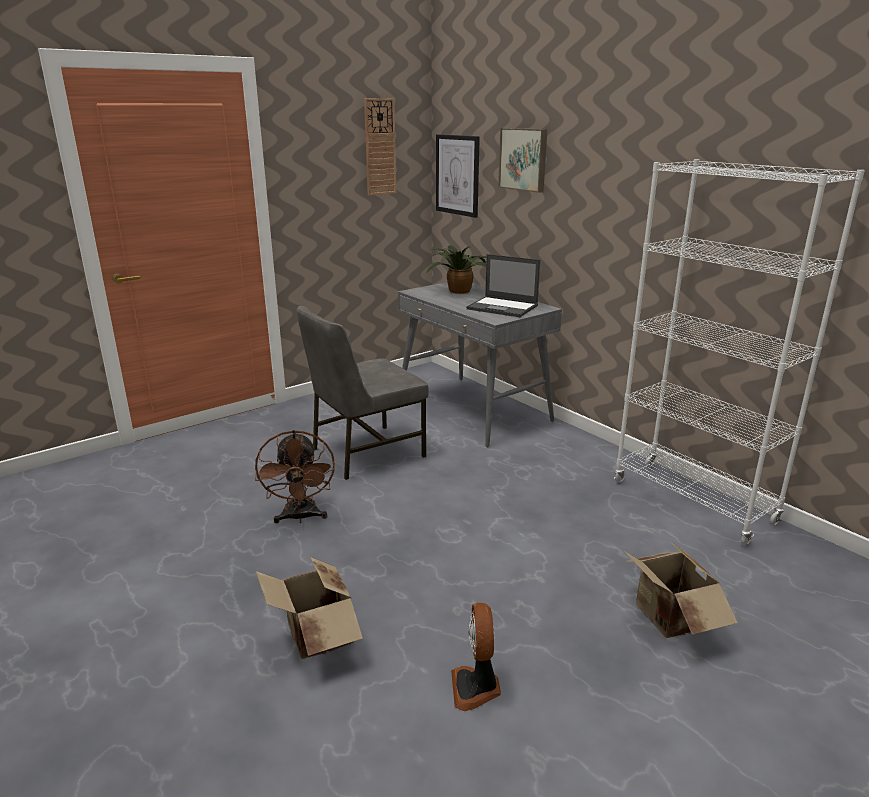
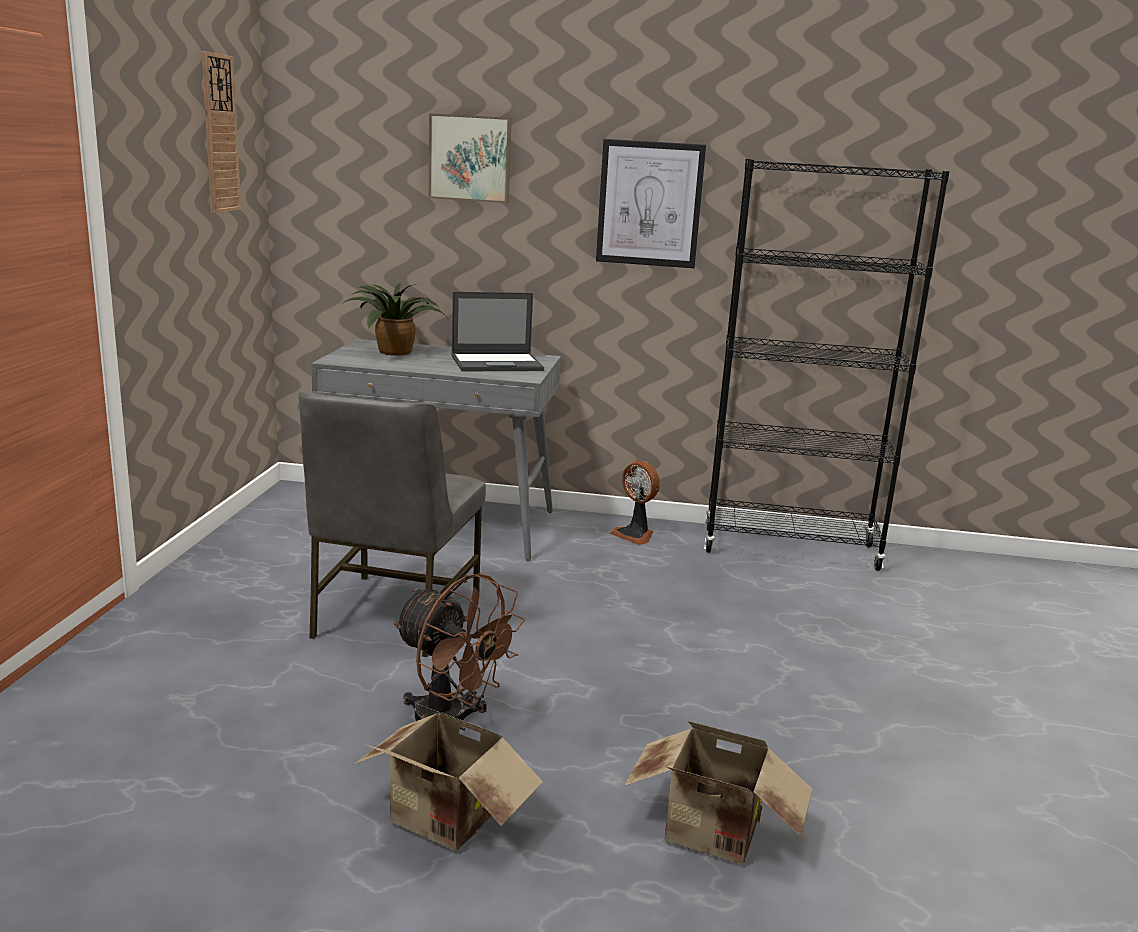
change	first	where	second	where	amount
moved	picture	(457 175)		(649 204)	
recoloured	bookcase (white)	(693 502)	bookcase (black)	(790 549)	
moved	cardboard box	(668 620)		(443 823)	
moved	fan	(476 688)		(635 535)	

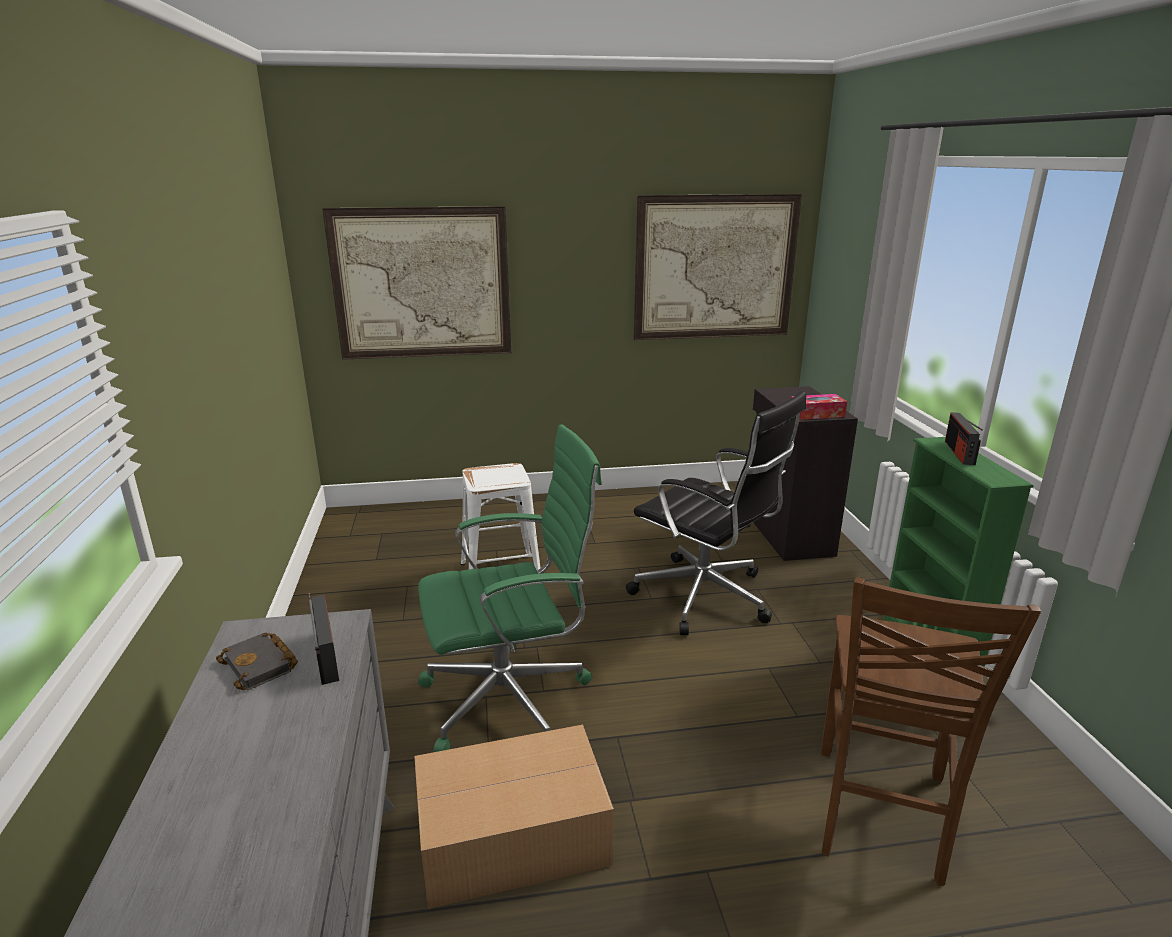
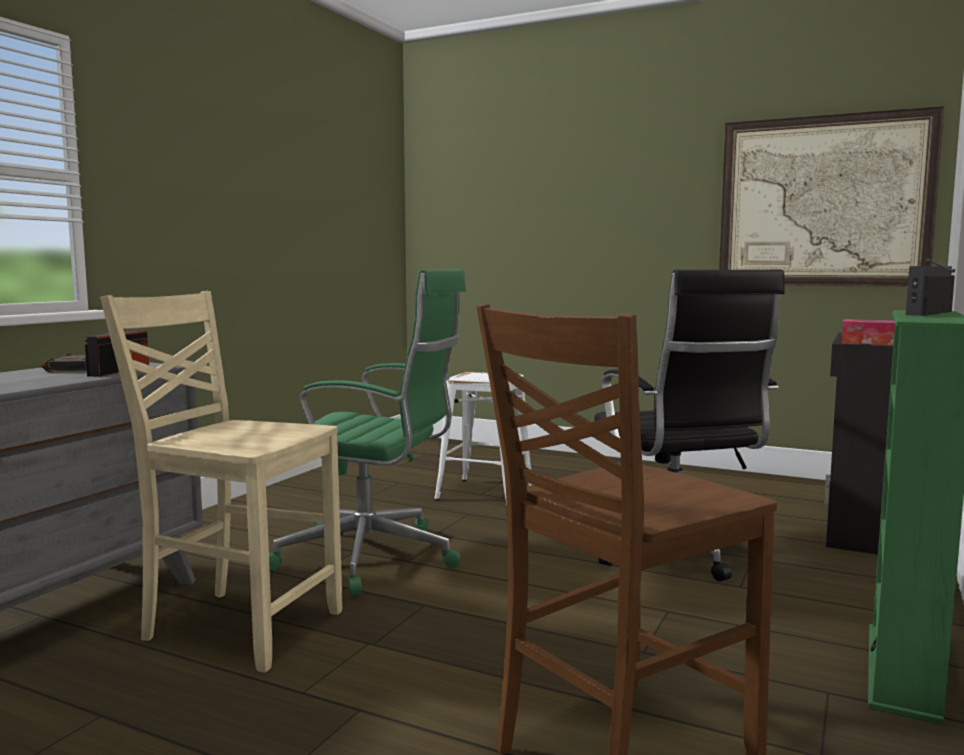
change	first	where	second	where	amount
removed	picture	(422 284)			
replaced	cardboard box	(509 836)	chair (beige)	(240 626)	

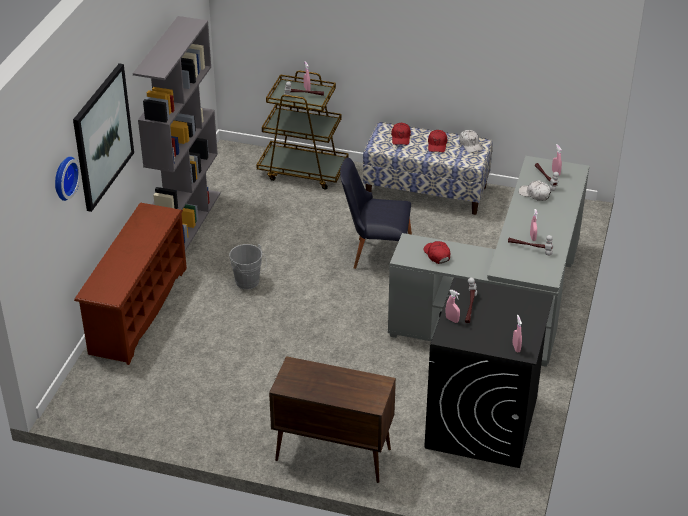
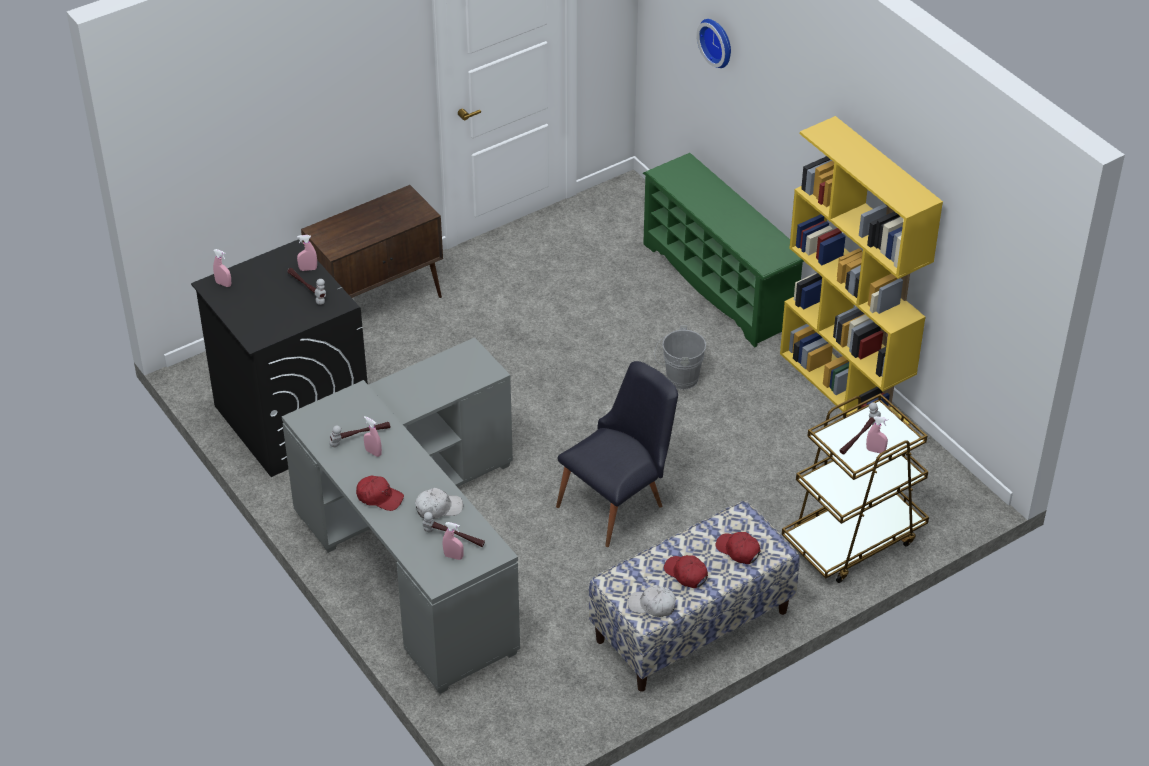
change	first	where	second	where	amount
recoloured	bookcase (grey)	(187 221)	bookcase (yellow)	(844 389)	
removed	picture	(102 136)			
recoloured	shoe rack (brown)	(137 310)	shoe rack (green)	(721 284)	
moved	cap (red)	(437 255)		(379 497)	

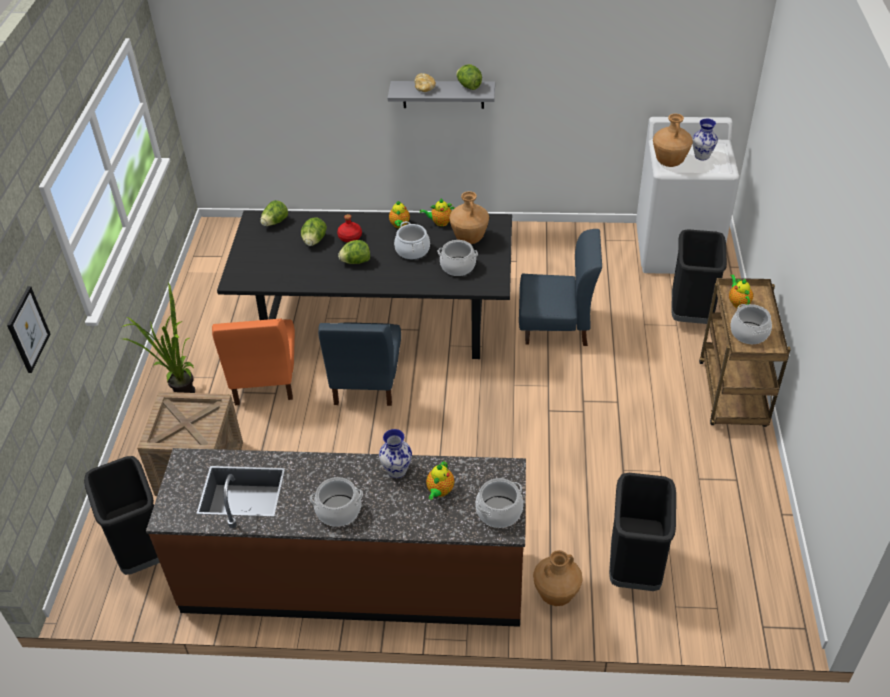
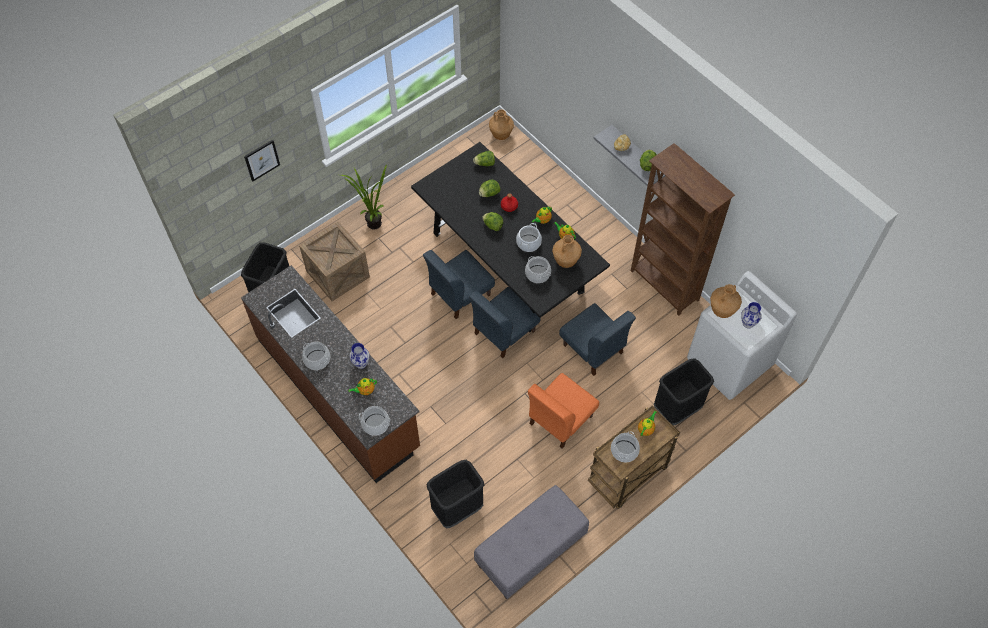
change	first	where	second	where	amount
moved	chair (orange)	(264 379)		(560 420)	
moved	vase (brown)	(555 595)		(501 135)	
added			bookcase (brown)	(664 286)	
added			chair (blue)	(504 332)	
added			bench (grey)	(530 551)	

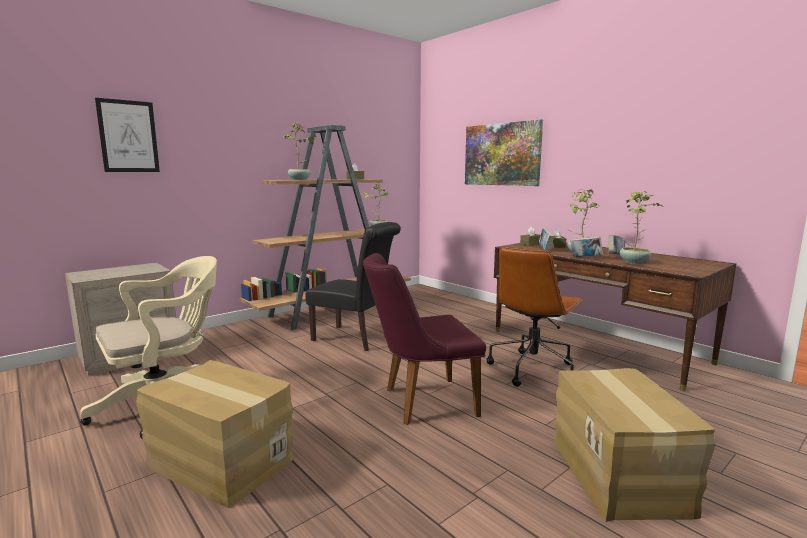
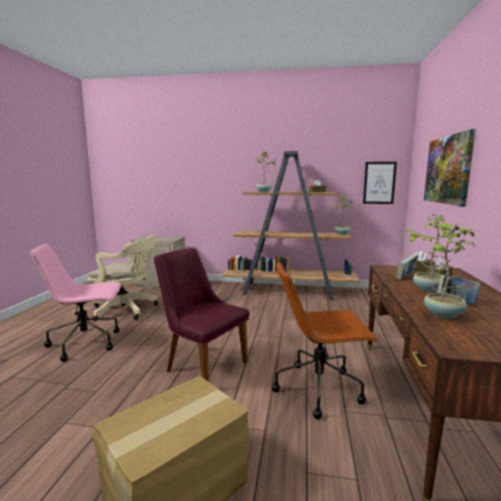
change	first	where	second	where	amount
moved	picture	(128 136)		(379 183)	
removed	chair (black)	(355 339)			
removed	book	(585 258)			
replaced	cardboard box	(220 463)	office chair (pink)	(86 343)	

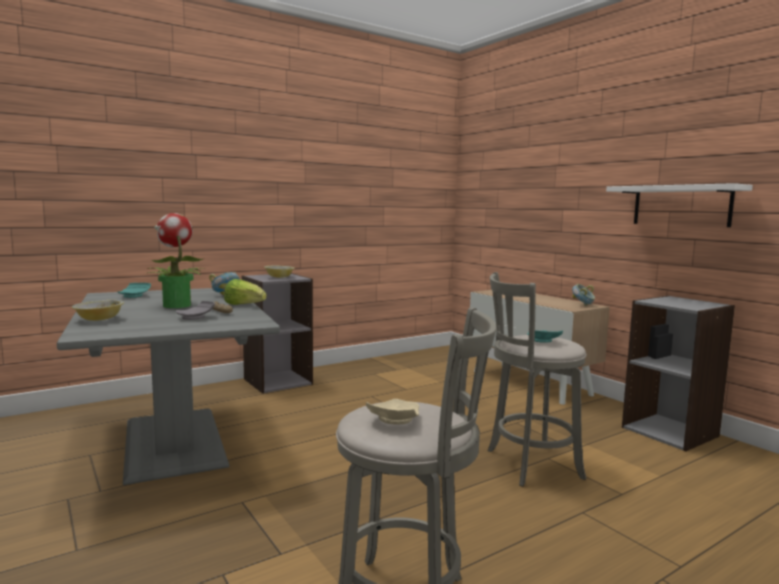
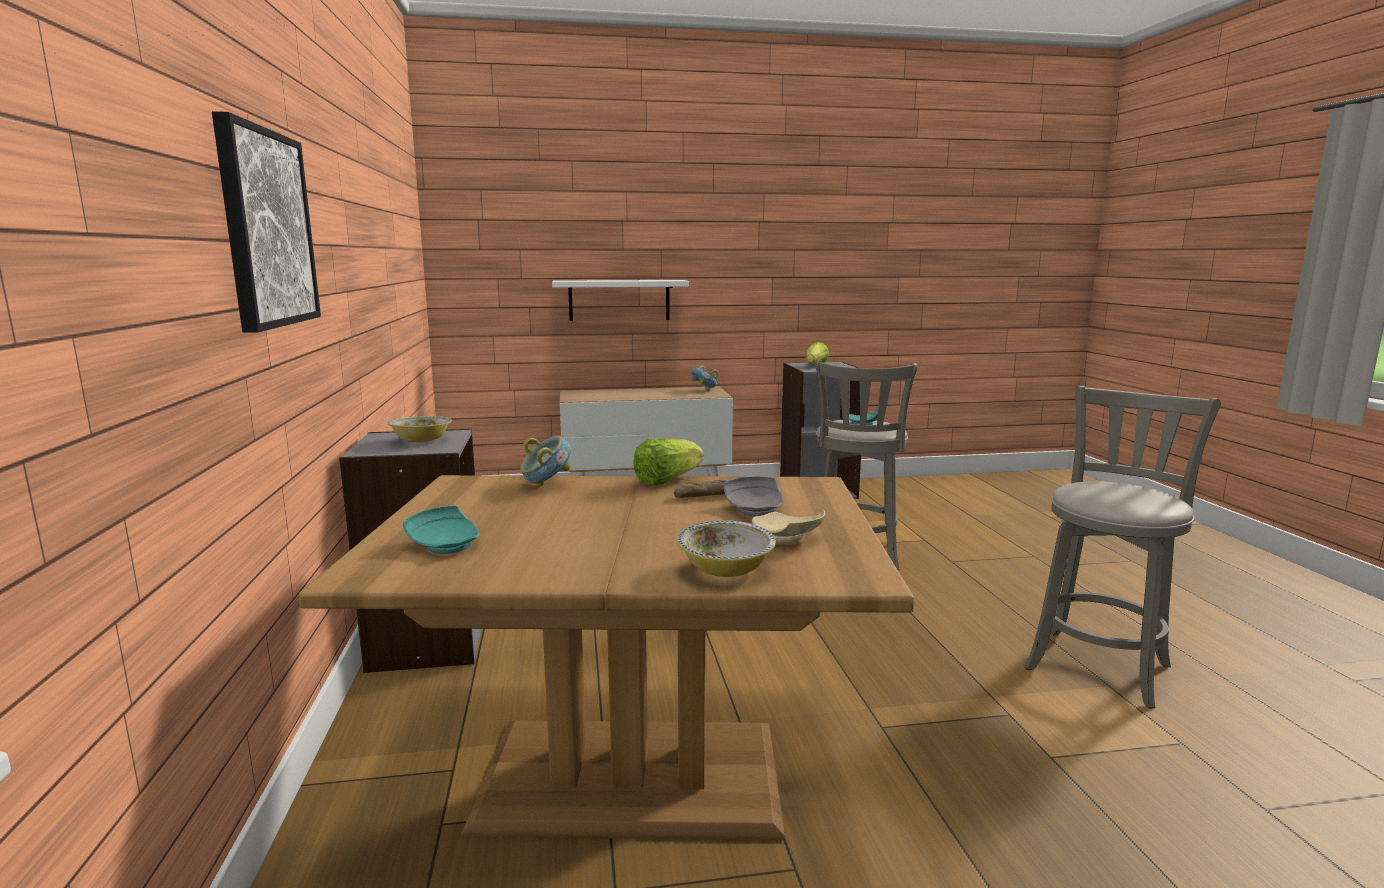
change	first	where	second	where	amount
moved	shelf (white)	(681 205)		(619 300)	
removed	potted plant	(176 305)			
recoloured	dining table (grey)	(176 442)	dining table (brown)	(631 773)	
moved	plate (beige)	(393 420)		(787 537)	
added			picture	(266 229)	
added			lettuce	(815 366)	

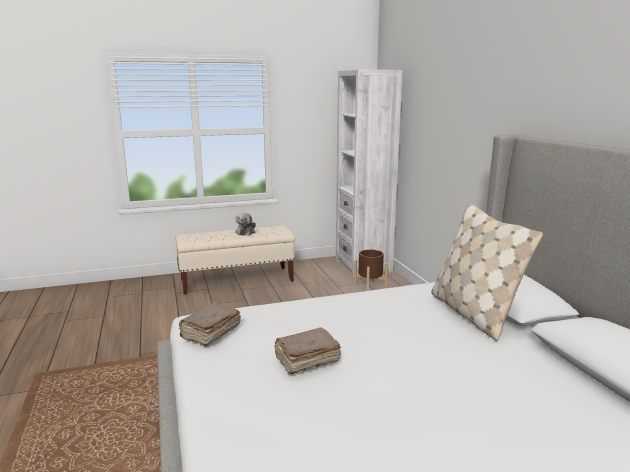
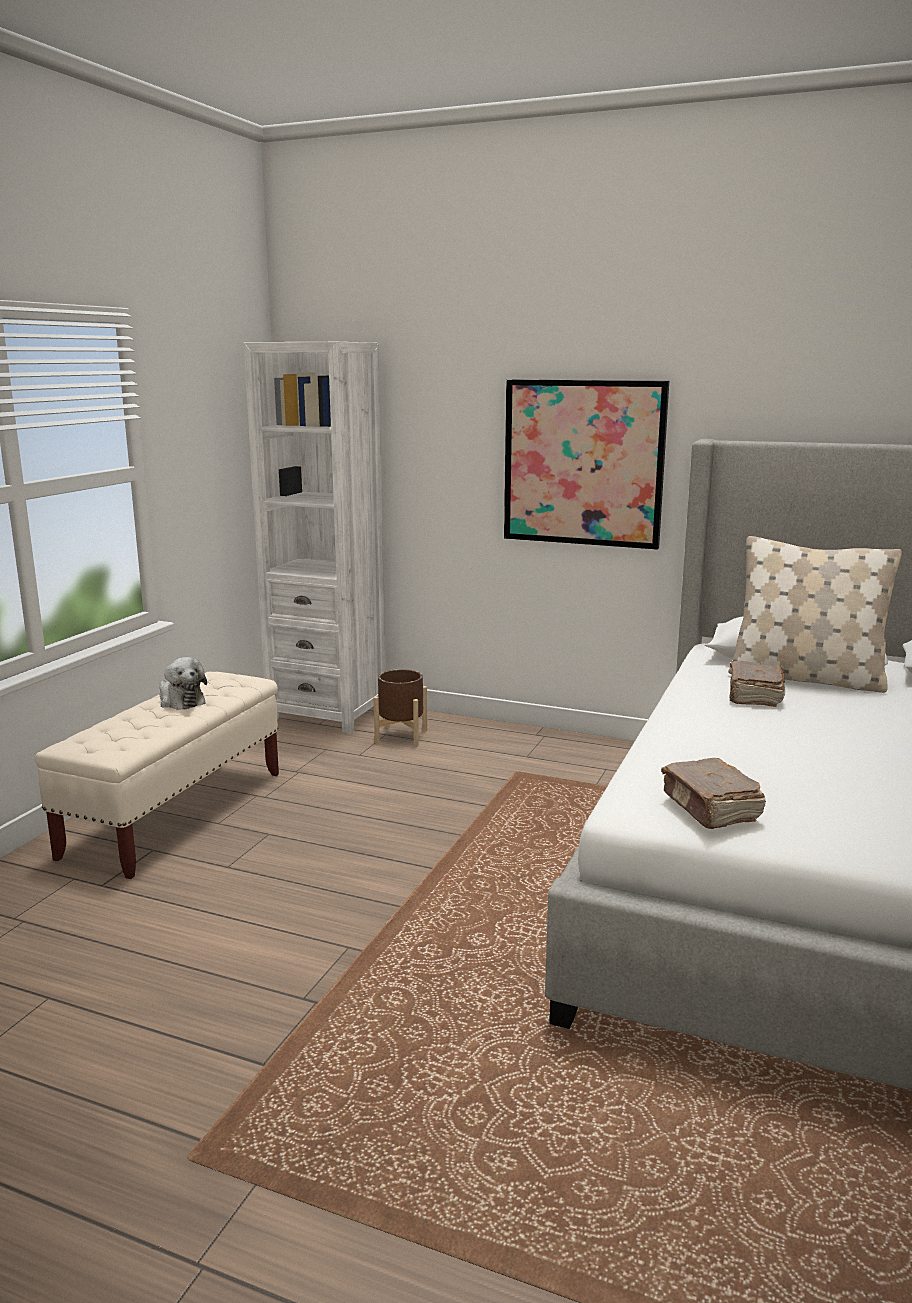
change	first	where	second	where	amount
moved	book (brown)	(306 360)		(754 696)	
added			picture	(583 463)	

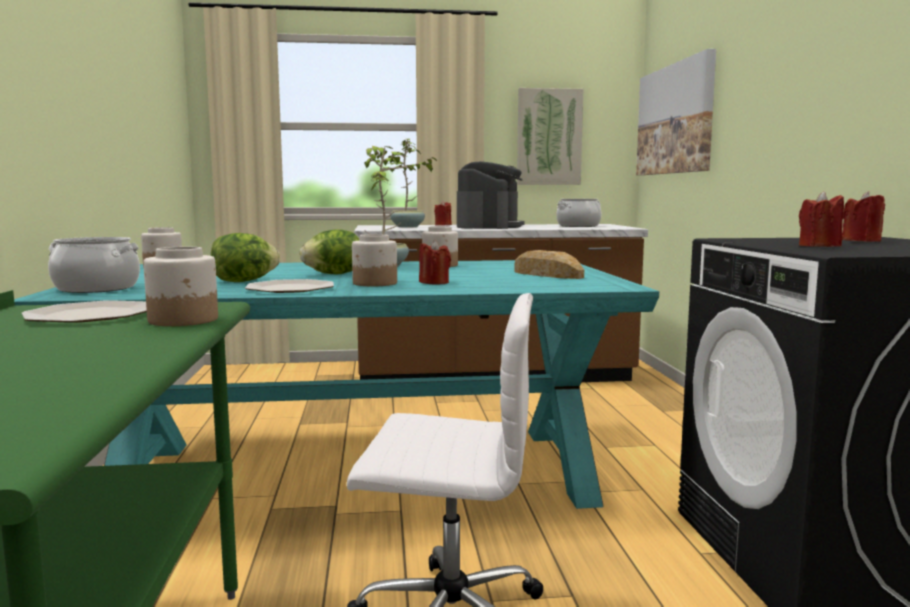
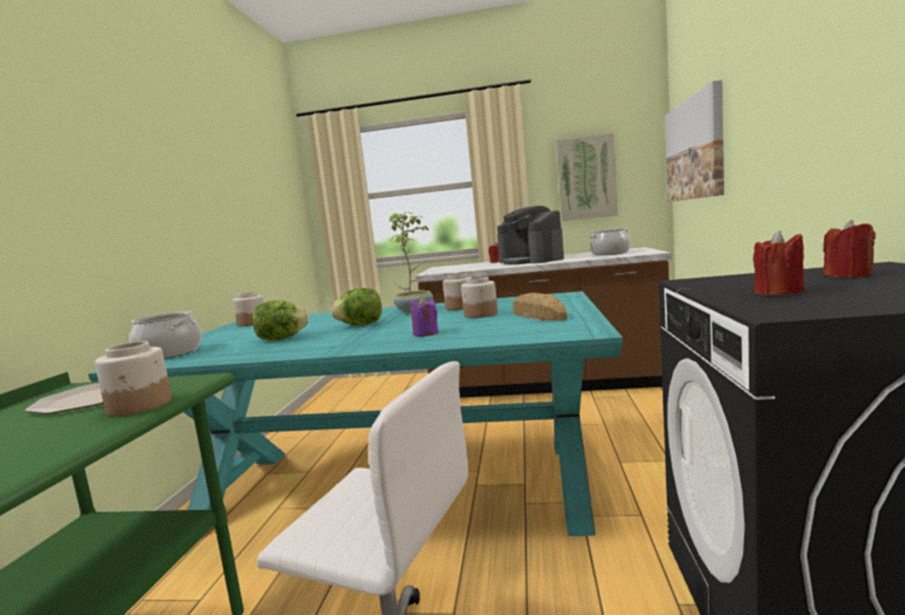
change	first	where	second	where	amount
removed	potted plant	(408 227)			
turned	coffee machine	(489 226)		(531 260)	120 degrees clockwise
moved	jar	(375 283)		(480 314)	
recoloured	candle (red)	(434 282)	candle (purple)	(425 333)	
removed	plate	(290 288)			

